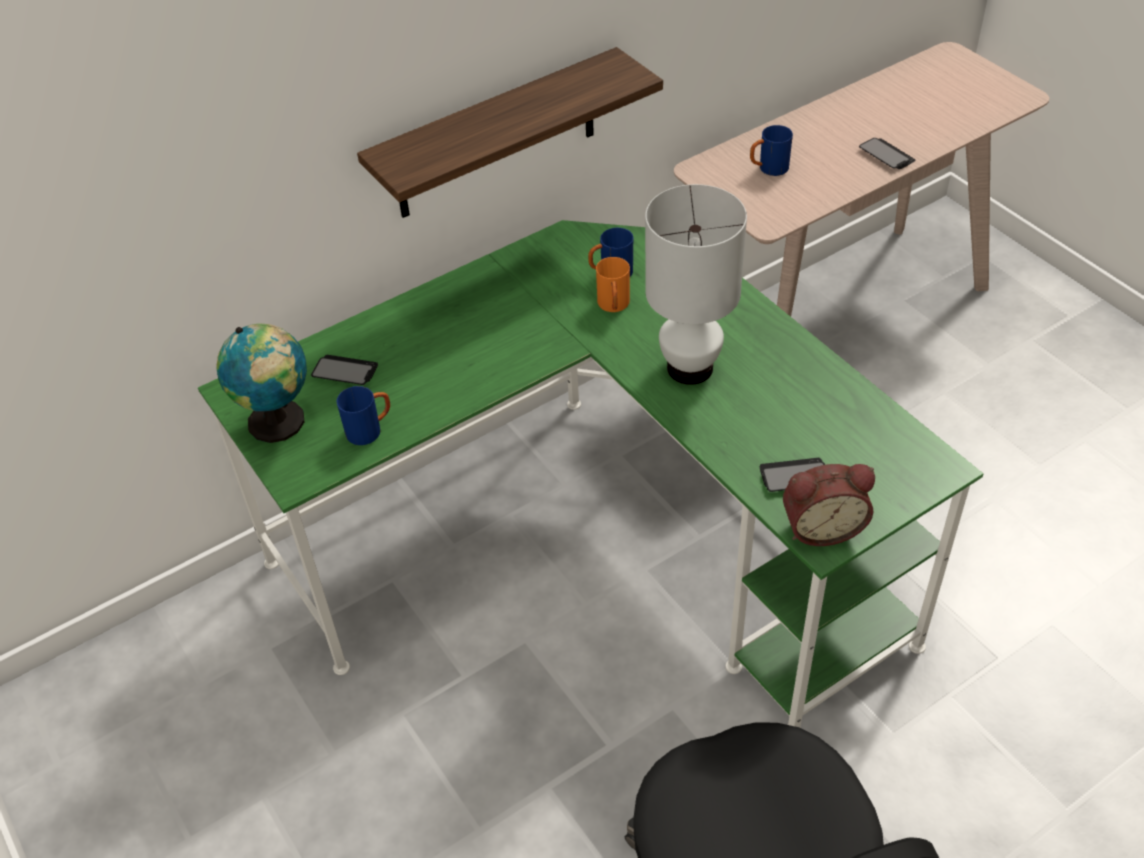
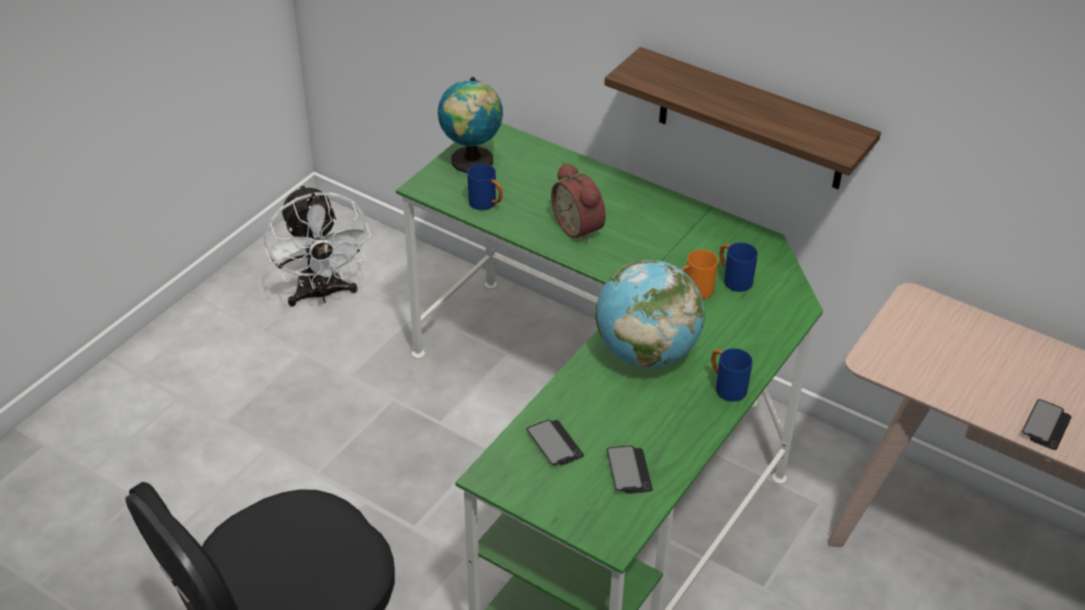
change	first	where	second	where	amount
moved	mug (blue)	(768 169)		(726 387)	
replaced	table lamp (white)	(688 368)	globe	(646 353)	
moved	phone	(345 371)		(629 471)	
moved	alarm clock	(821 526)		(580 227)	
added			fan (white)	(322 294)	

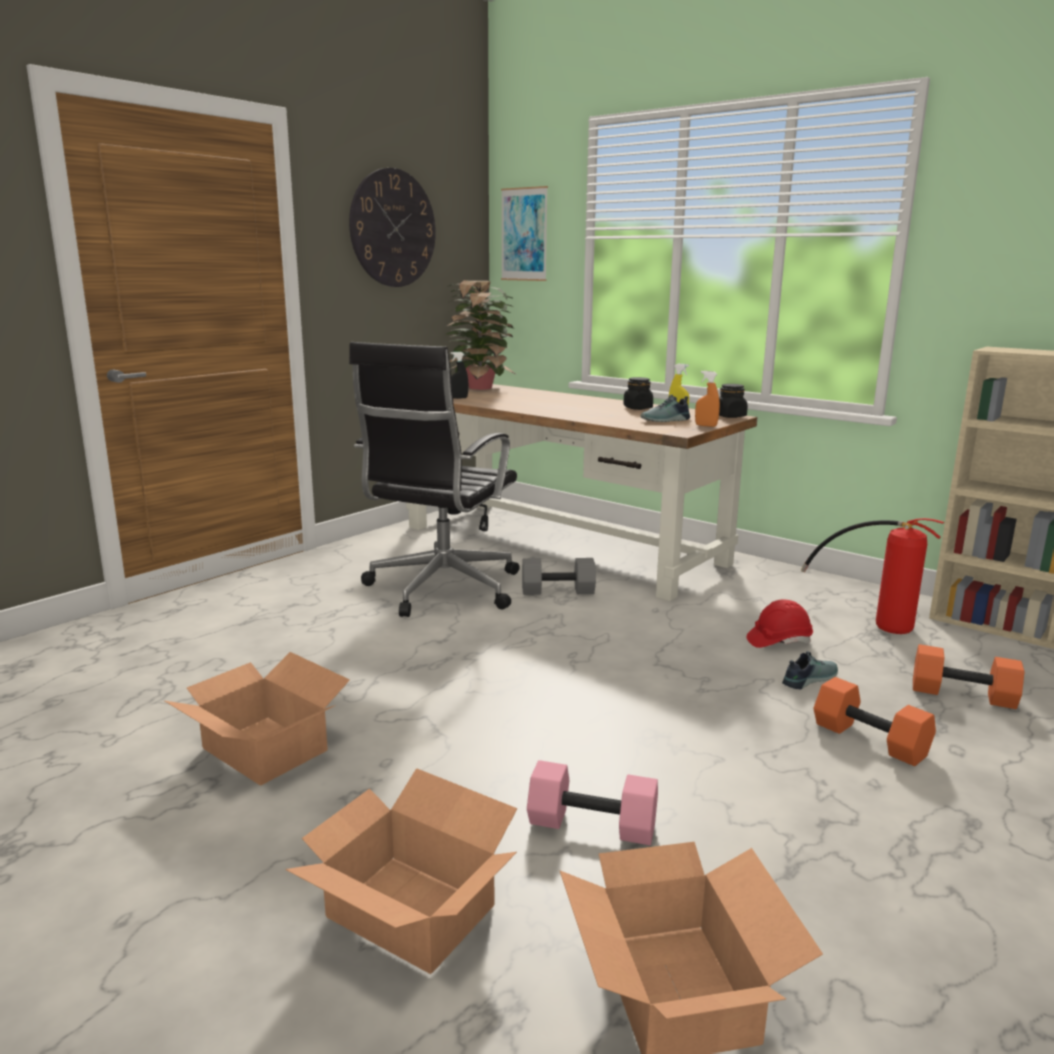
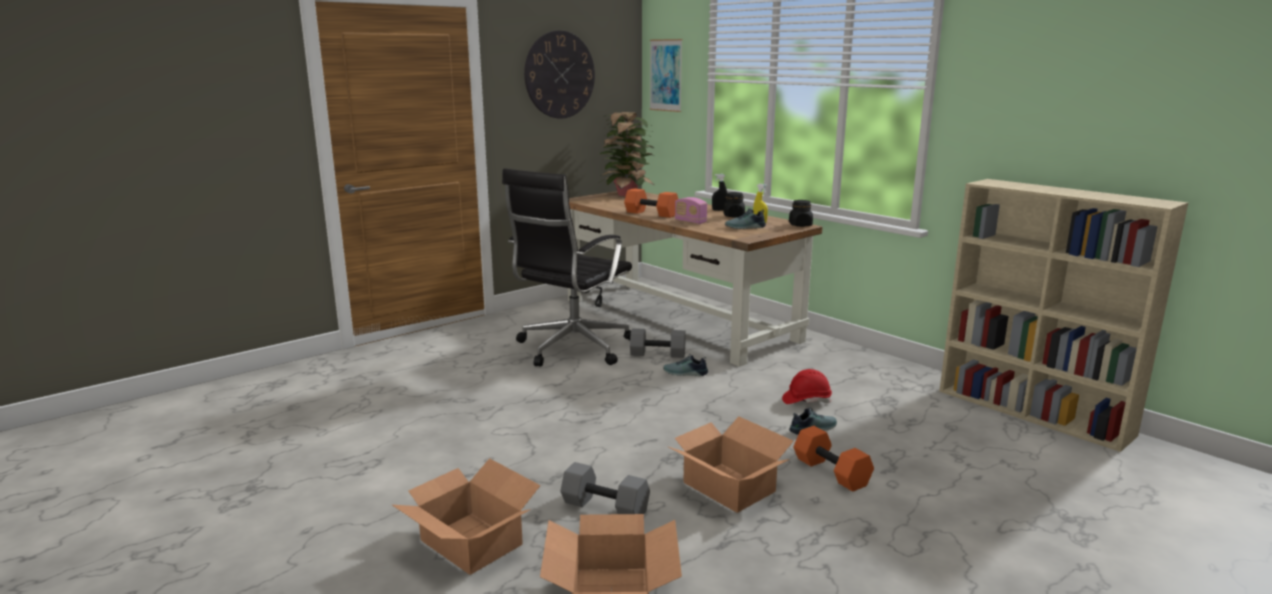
change	first	where	second	where	amount
moved	spray bottle (black)	(458 398)		(719 210)	
removed	spray bottle (orange)	(706 425)			
removed	fire extinguisher	(873 621)			
moved	dumbbell (orange)	(961 695)		(650 214)	
moved	cardboard box	(264 750)		(729 488)	
recoloured	dumbbell (pink)	(593 824)	dumbbell (grey)	(606 506)	
added			radio	(690 222)	
added			shoe	(685 373)	

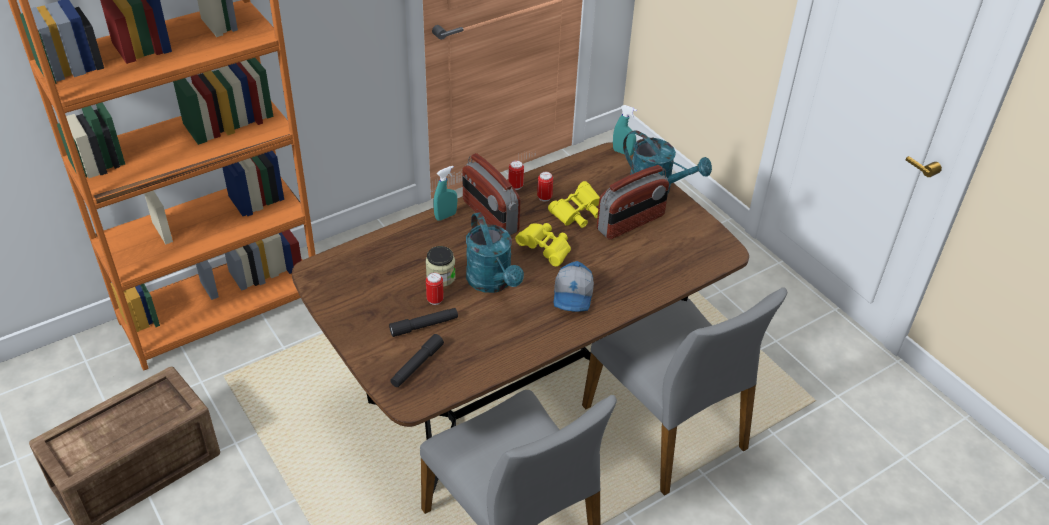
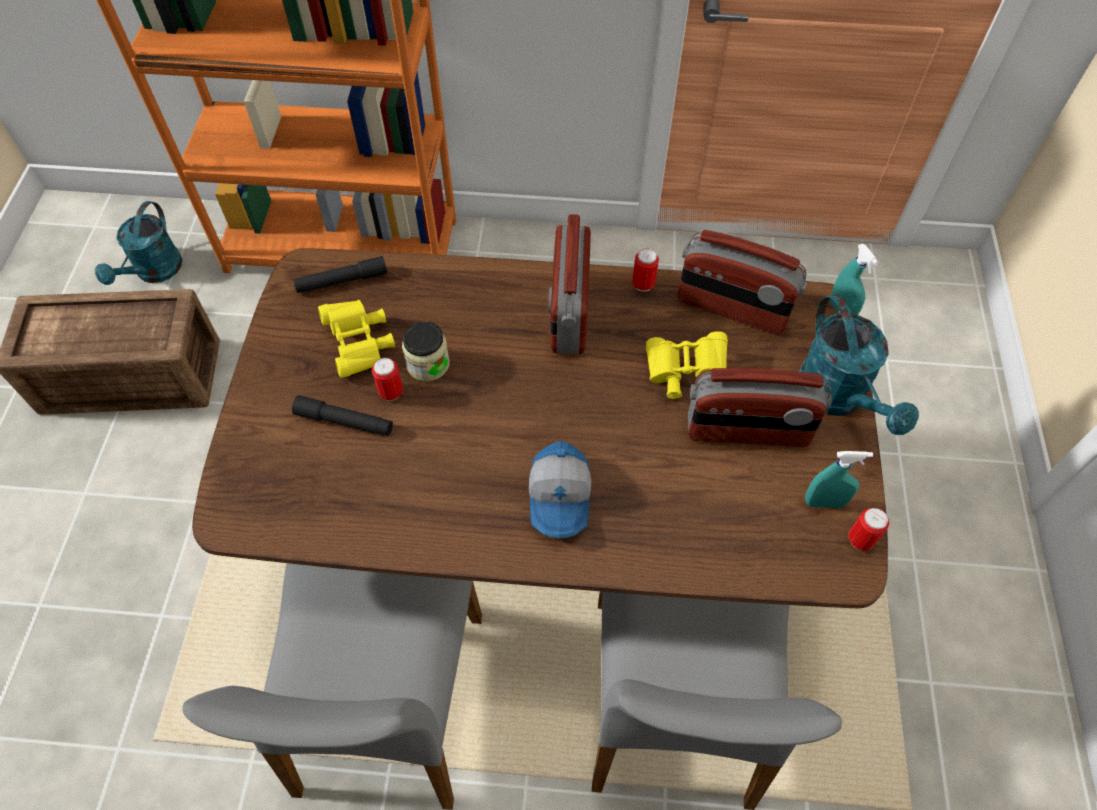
change	first	where	second	where	amount
moved	spray bottle (turquoise)	(445 216)		(824 502)	
moved	can	(544 197)		(860 539)	
moved	watering can (turquoise)	(493 283)		(154 272)	
moved	binoculars (yellow)	(545 250)		(360 345)	
turned	cap	(574 296)		(561 498)	45 degrees counterclockwise
moved	flashlight (black)	(417 365)		(342 281)	
added			radio	(732 309)	

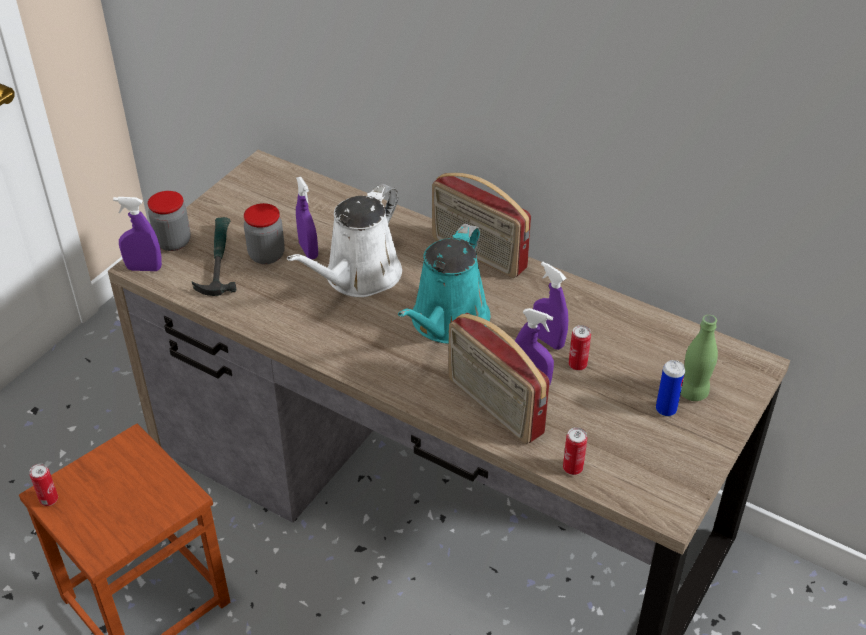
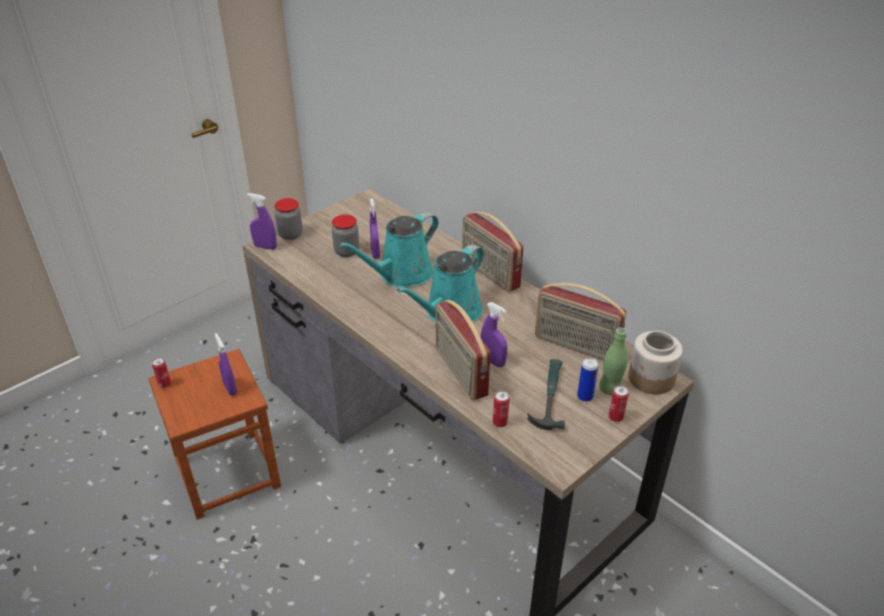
change	first	where	second	where	amount
recoloured	watering can (white)	(358 277)	watering can (turquoise)	(401 274)	
moved	hammer	(217 261)		(548 397)	
moved	spray bottle (purple)	(548 340)		(230 388)	
moved	can	(577 365)		(615 417)	
added			radio	(575 346)	
added			jar	(651 379)	

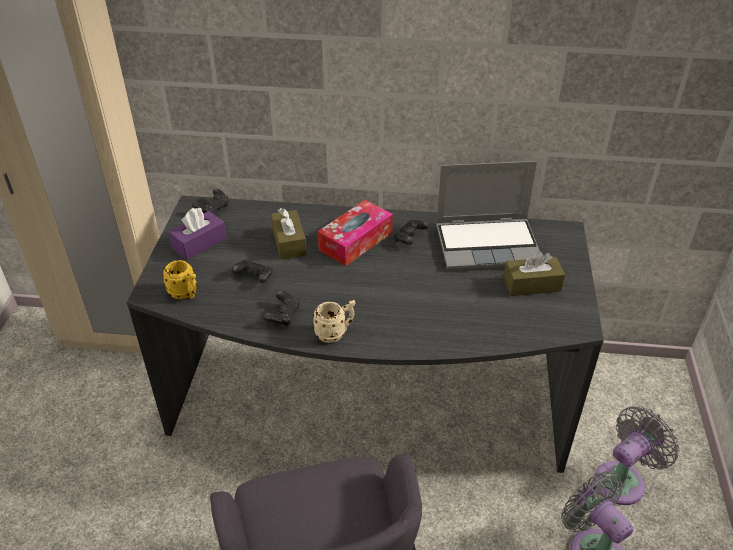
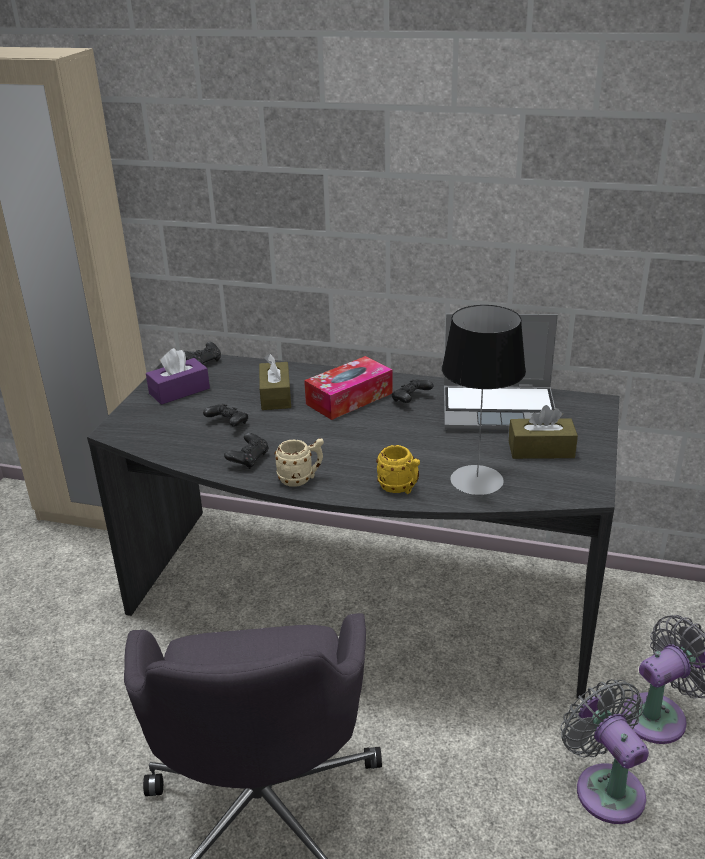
change	first	where	second	where	amount
moved	mug (yellow)	(186 294)		(400 488)	
added			table lamp	(477 480)	

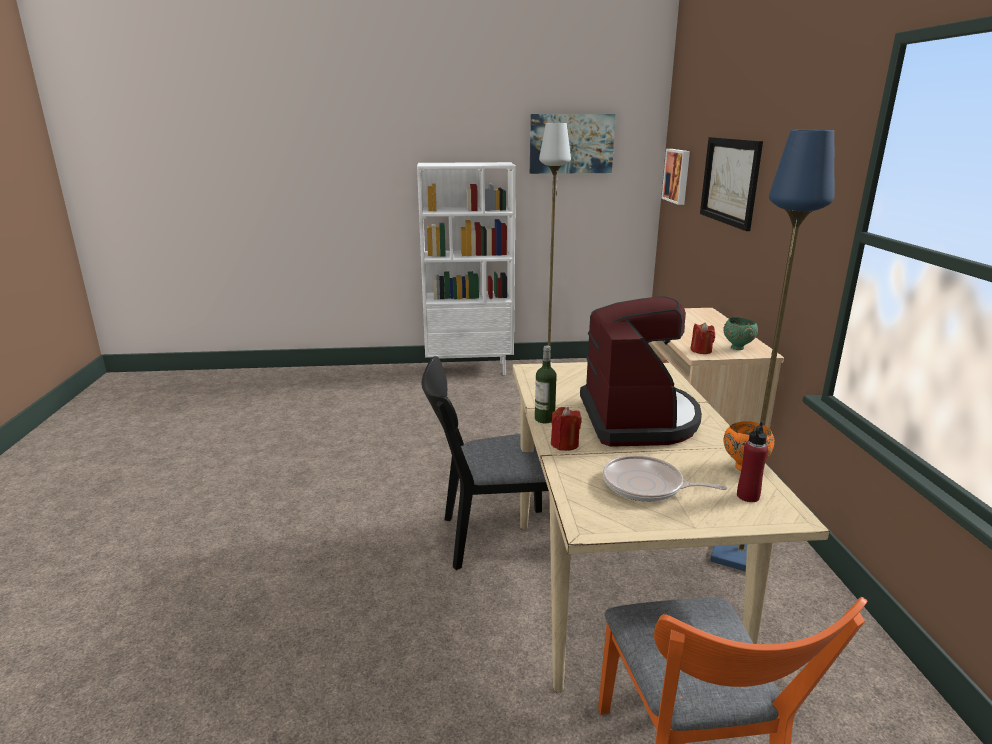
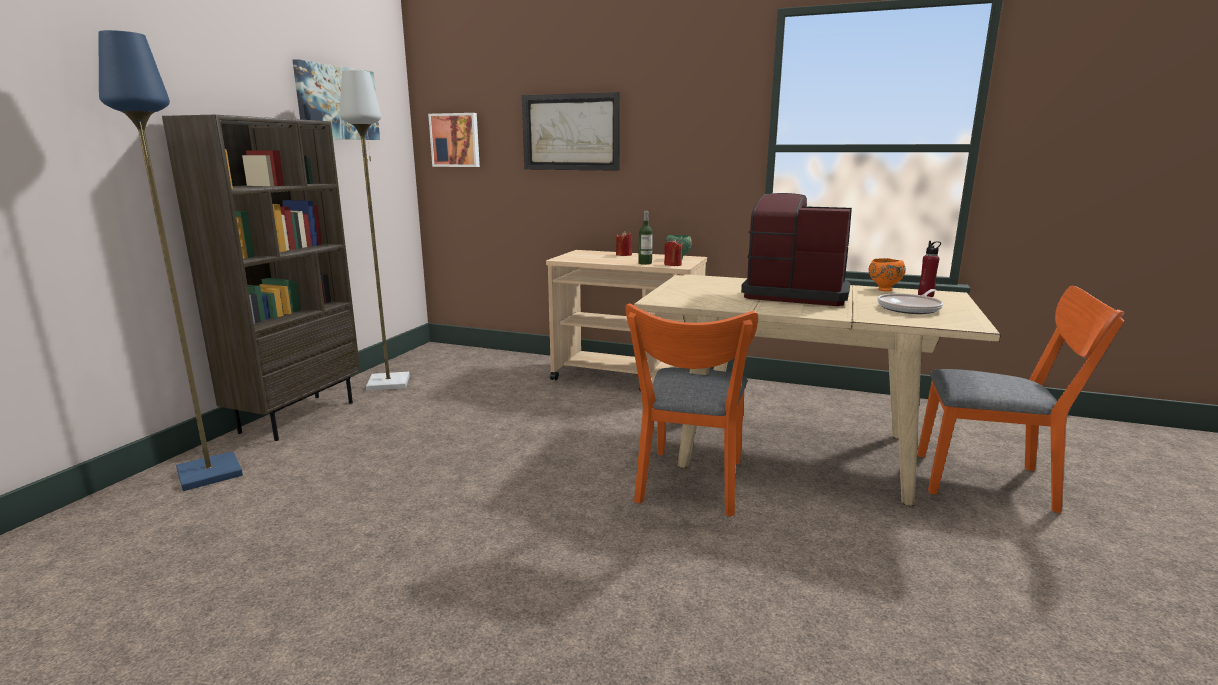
change	first	where	second	where	amount
moved	floor lamp (blue)	(741 555)		(211 473)	
recoloured	bookcase (white)	(469 369)	bookcase (brown)	(298 416)	
moved	bottle	(544 419)		(645 263)	
recoloured	chair (black)	(489 537)	chair (orange)	(689 486)	
moved	candle (red)	(564 444)		(624 255)	

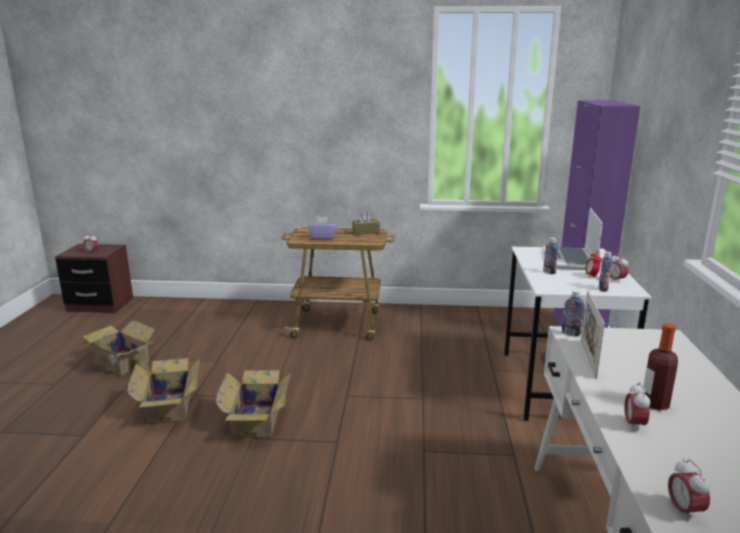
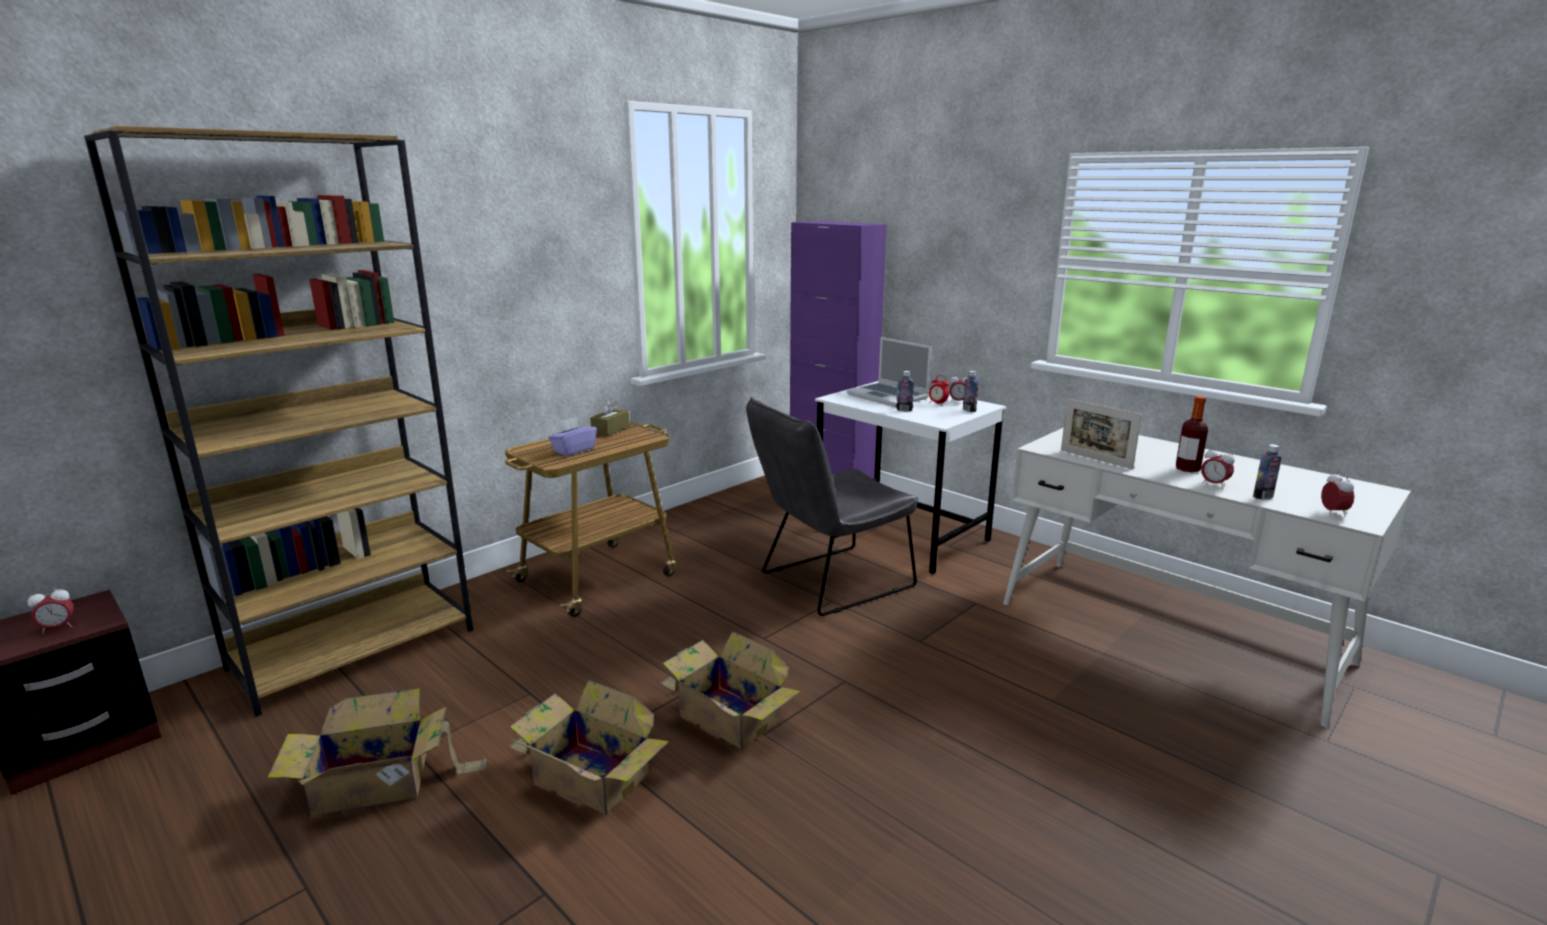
change	first	where	second	where	amount
moved	bottle	(571 333)		(1262 497)	
turned	alarm clock	(684 511)		(1333 512)	120 degrees counterclockwise
added			bookcase (brown)	(355 648)	
added			chair (grey)	(828 582)	

